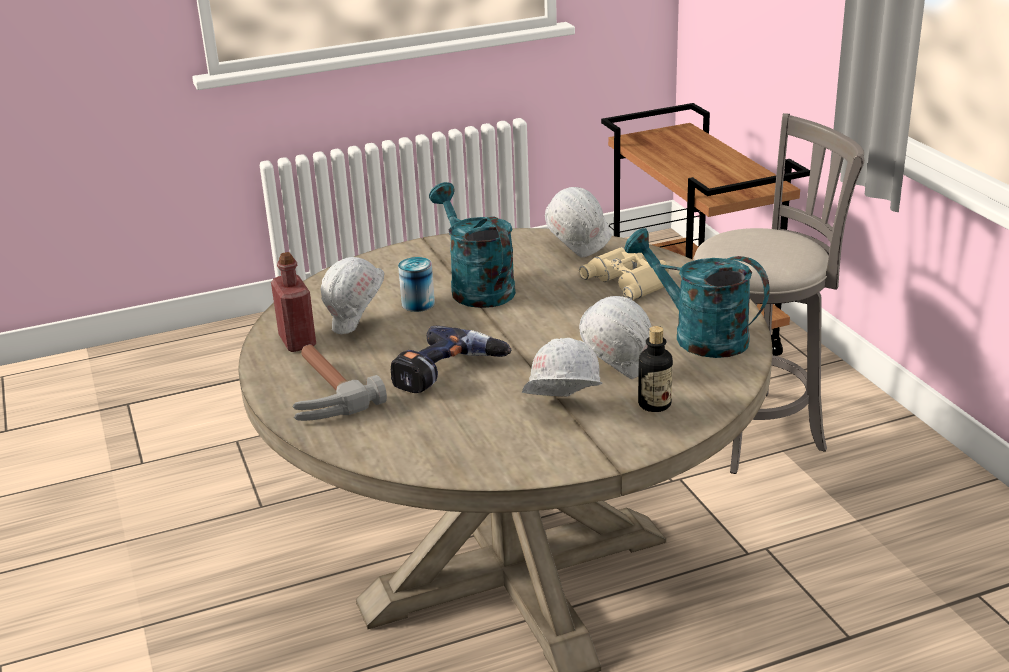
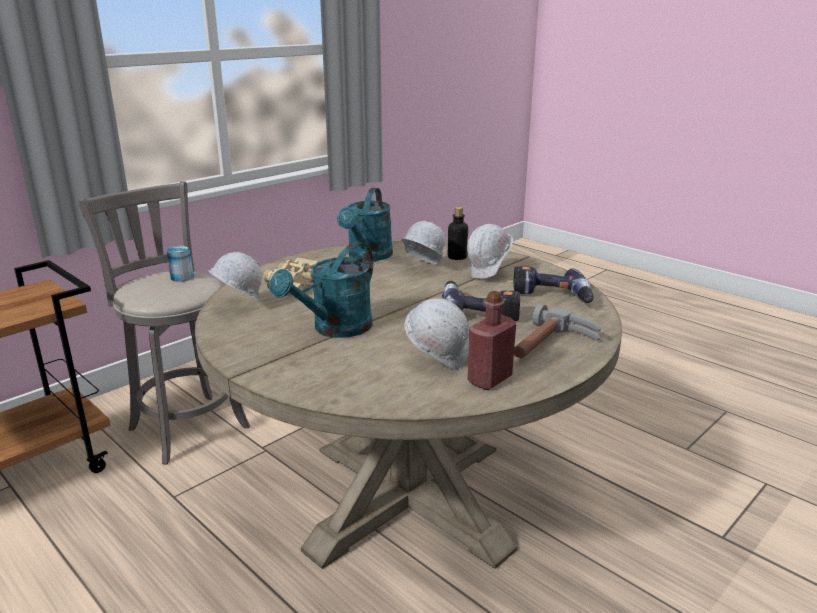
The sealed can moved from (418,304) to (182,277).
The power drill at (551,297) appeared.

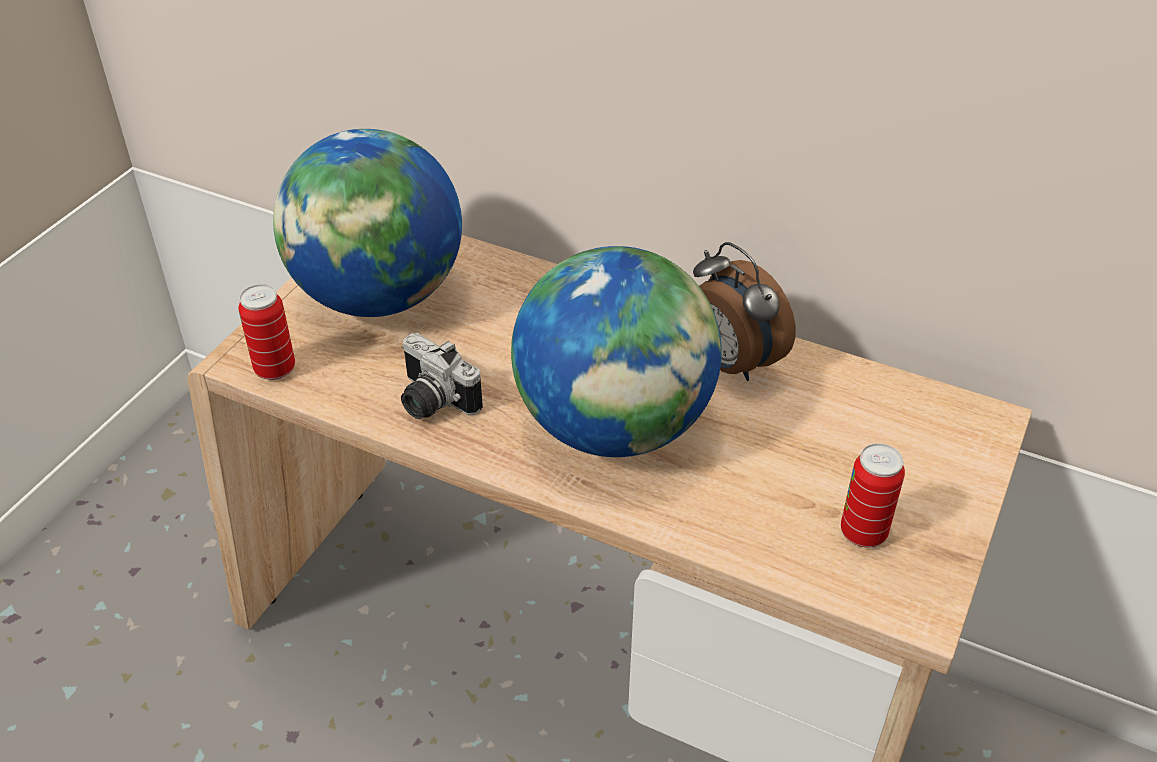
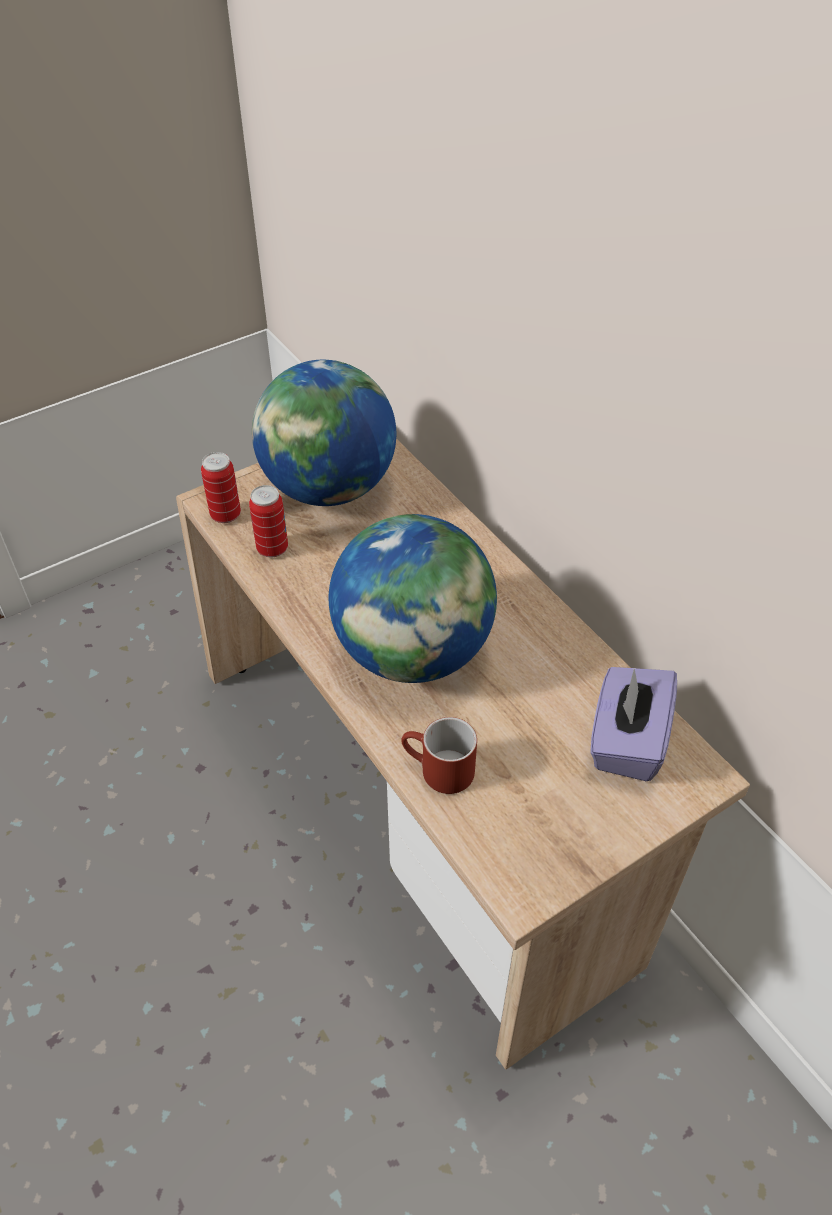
The photo camera at (431,401) disappeared.
The table clock at (729,363) disappeared.
The sealed can moved from (863,533) to (272,549).
The red mug at (437,771) appeared.
The purple-coloured tissue box at (626,741) appeared.

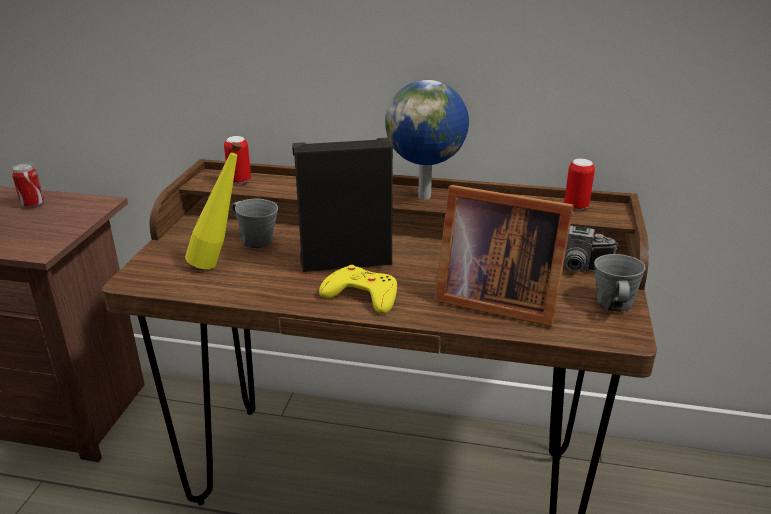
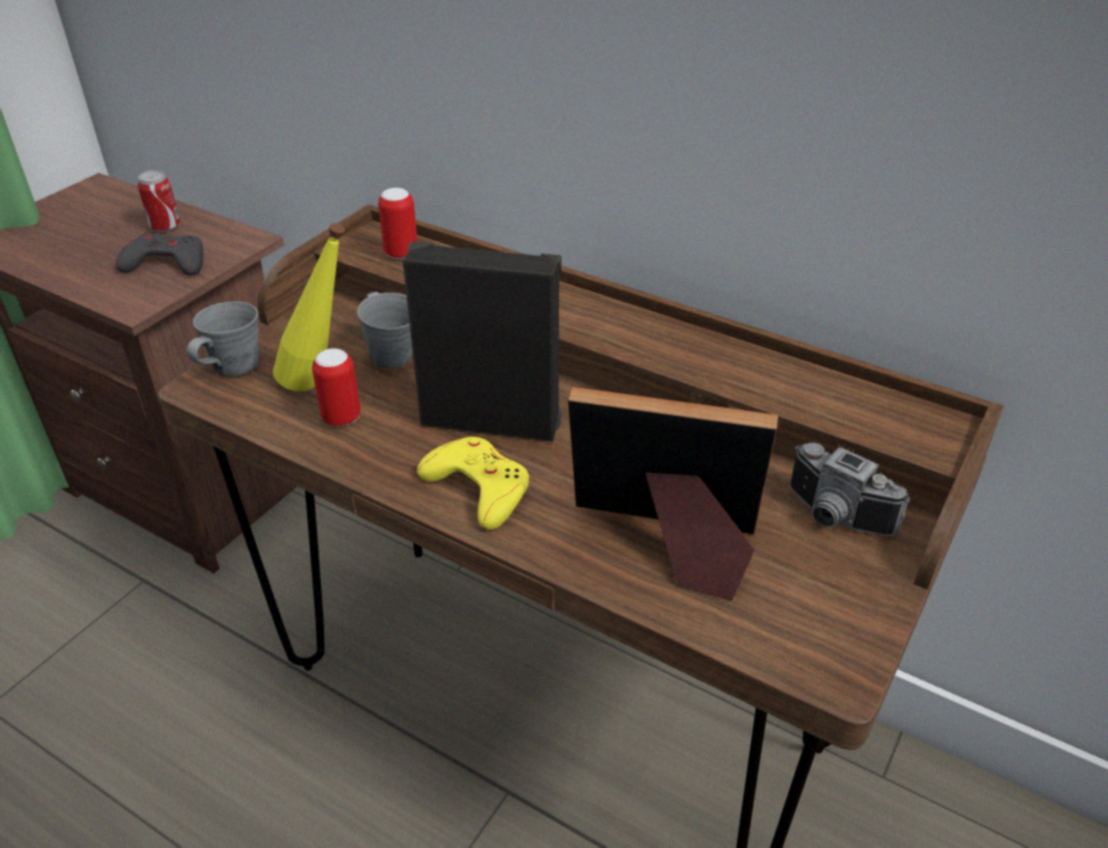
The globe at (426,196) disappeared.
The picture frame at (493,299) turned 150 degrees clockwise.
The sealed can moved from (576,206) to (341,418).
The gray mug moved from (613,305) to (233,367).
The gray joypad at (166,263) appeared.

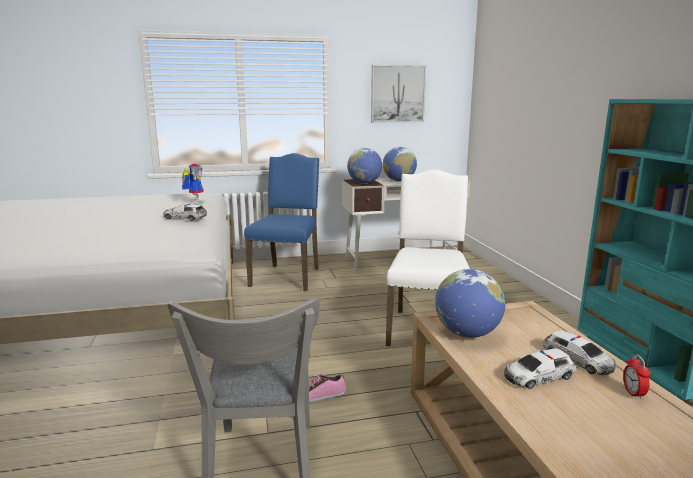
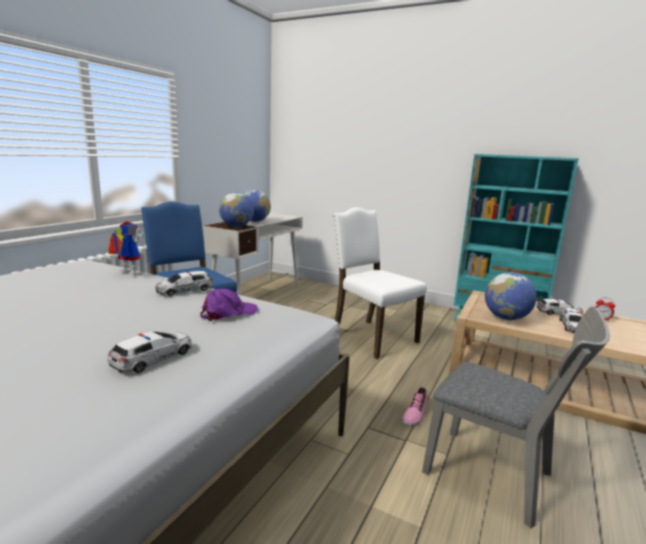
The picture at (397,94) disappeared.
The toy car at (153,358) appeared.
The purple-coloured cap at (228,313) appeared.

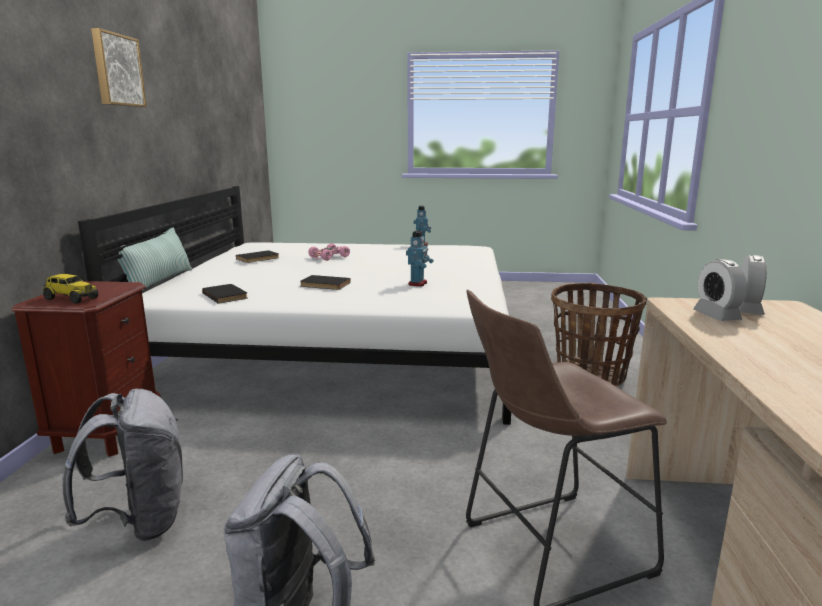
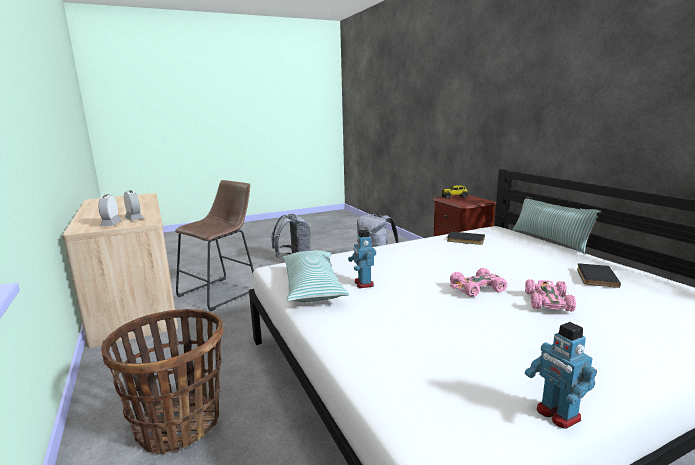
The picture at (117,70) disappeared.
The black book at (324,285) disappeared.
The cushion at (312,286) appeared.
The pink-coloured toy car at (476,288) appeared.

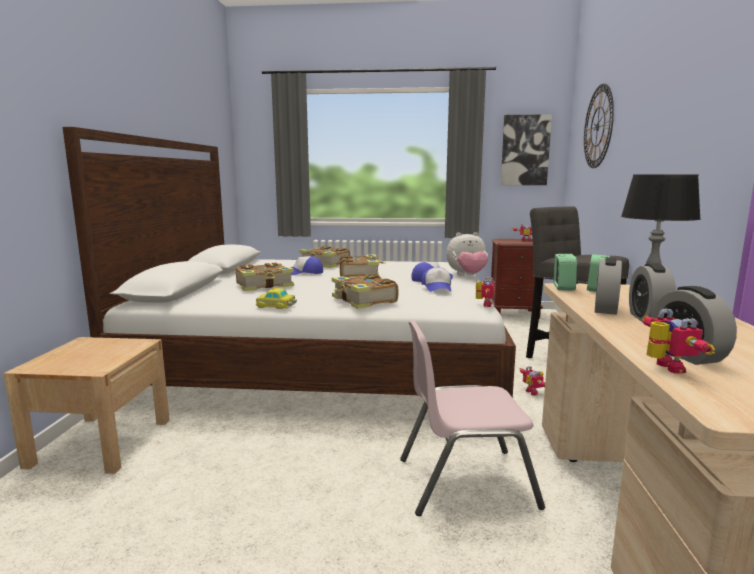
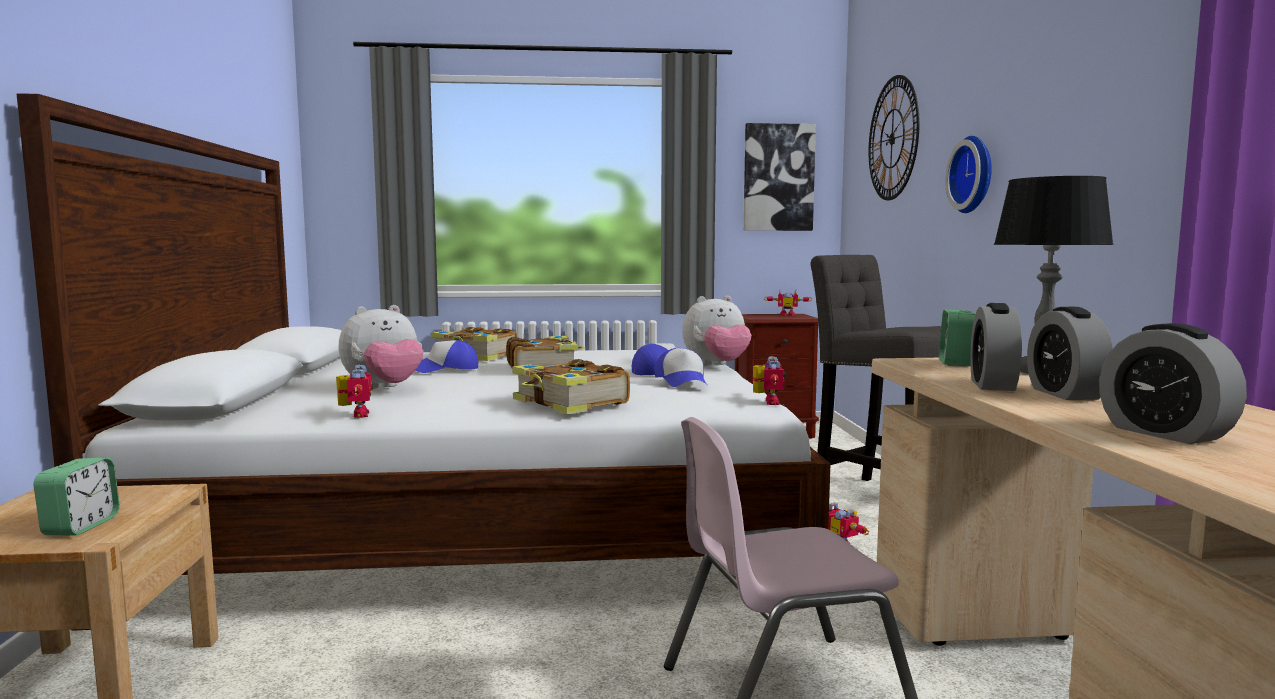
The book at (265,285) was replaced by the soft toy at (385,388).
The toy car at (277,306) disappeared.
The table clock moved from (563,287) to (81,526).
The toy robot moved from (664,368) to (355,415).
The hanging clock at (975,174) appeared.

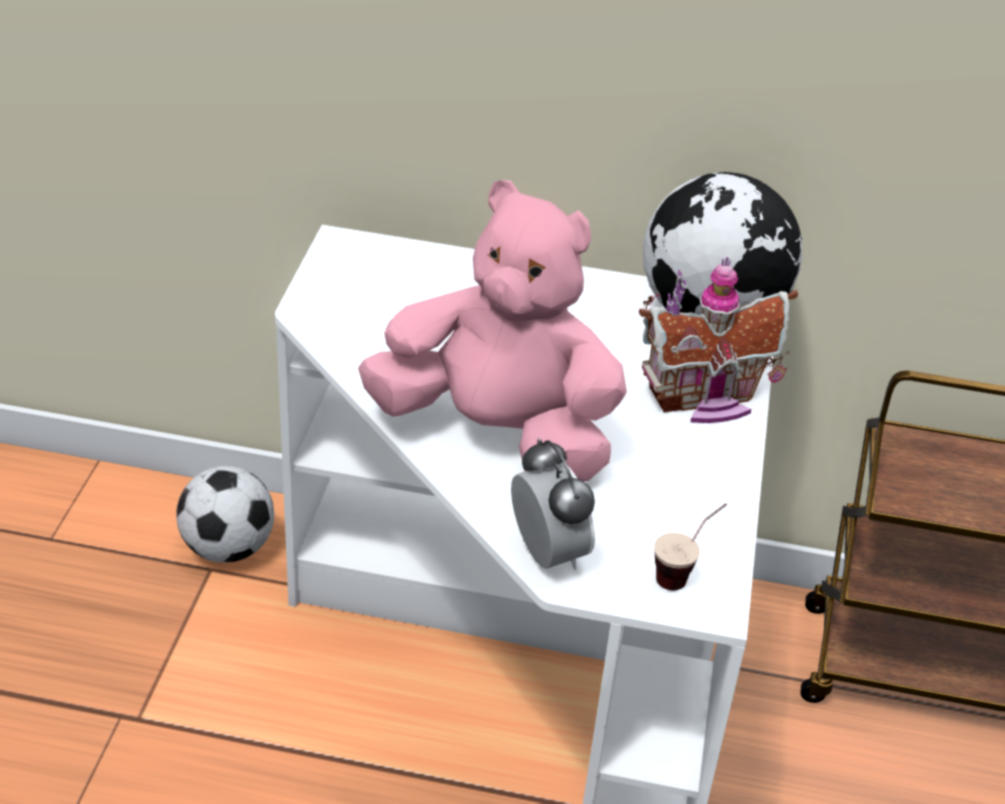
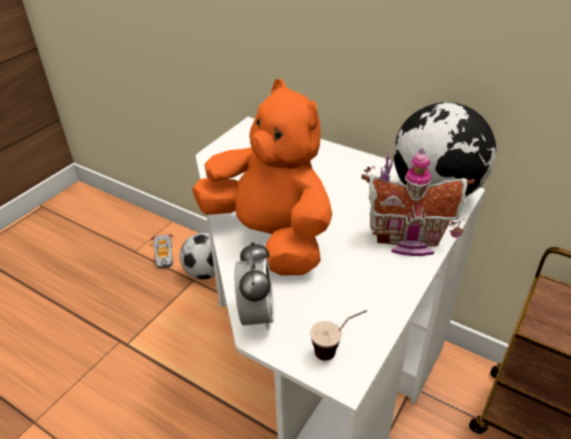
The pink-coloured soft toy at (498,435) became the orange soft toy at (271,237).
The toy car at (164,254) appeared.

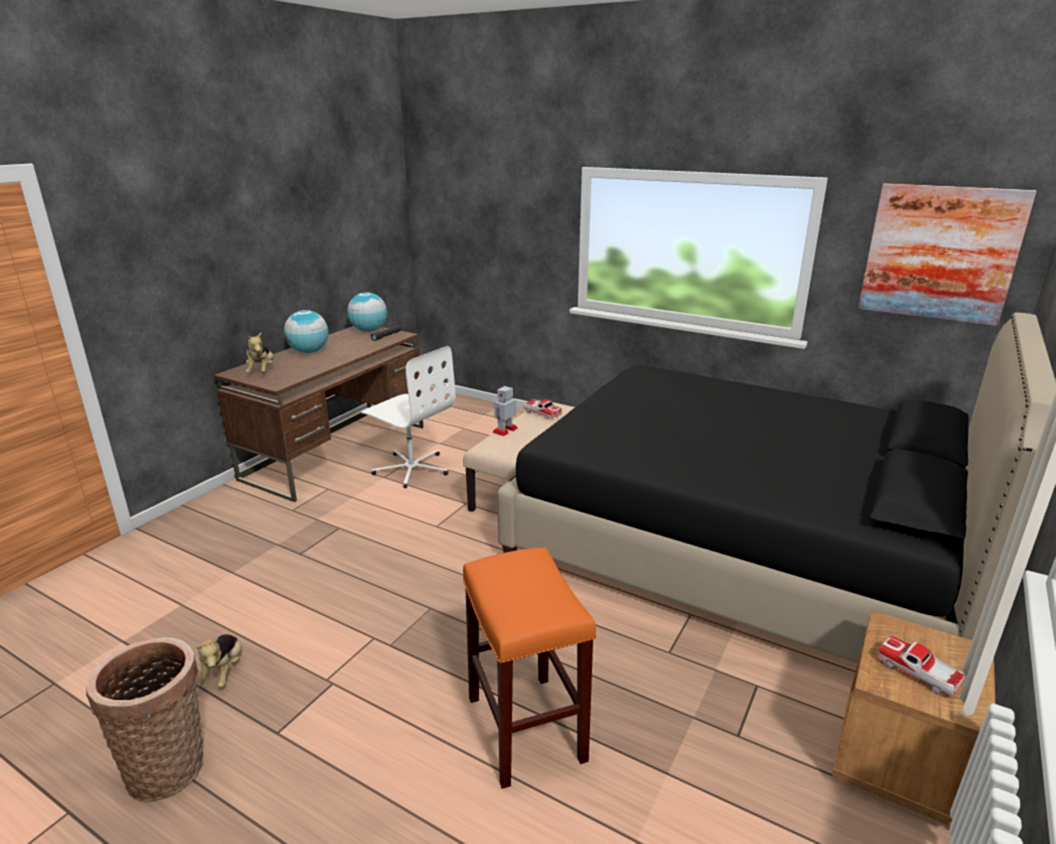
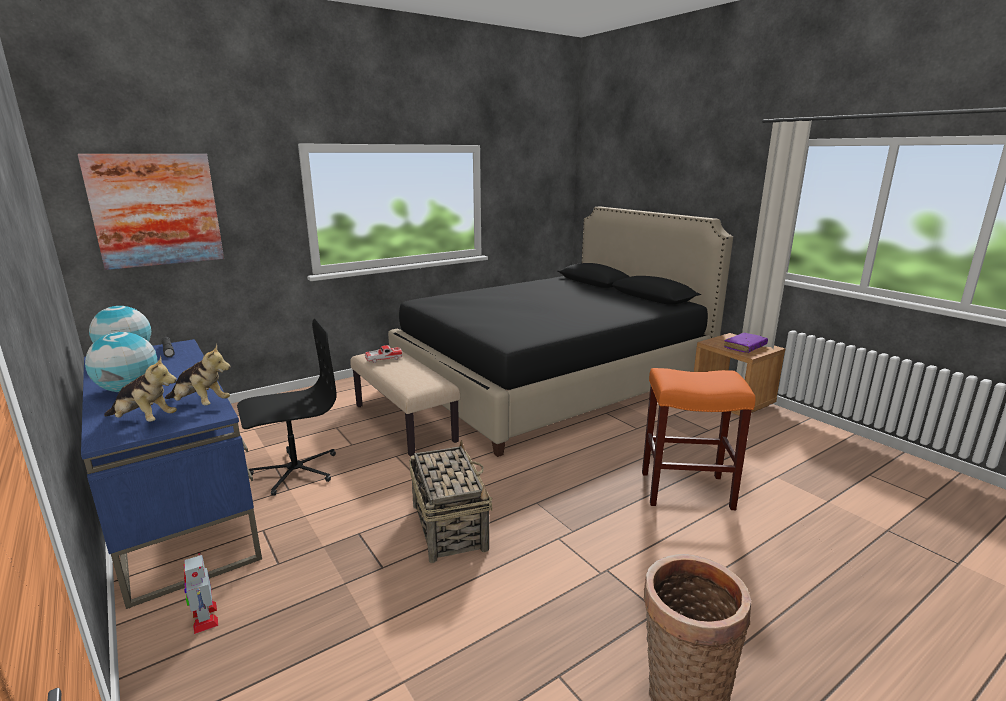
The soft toy moved from (224,672) to (200,404).
The brown desk table at (337,452) became the bluish desk table at (180,511).
The white-coloured desk chair at (412,469) became the black desk chair at (295,470).
The toy robot moved from (505,430) to (205,617).
The picture moved from (940,253) to (156,210).
The toy car at (918,672) was replaced by the purple-coloured book at (745,347).
The storage basket at (449,526) appeared.

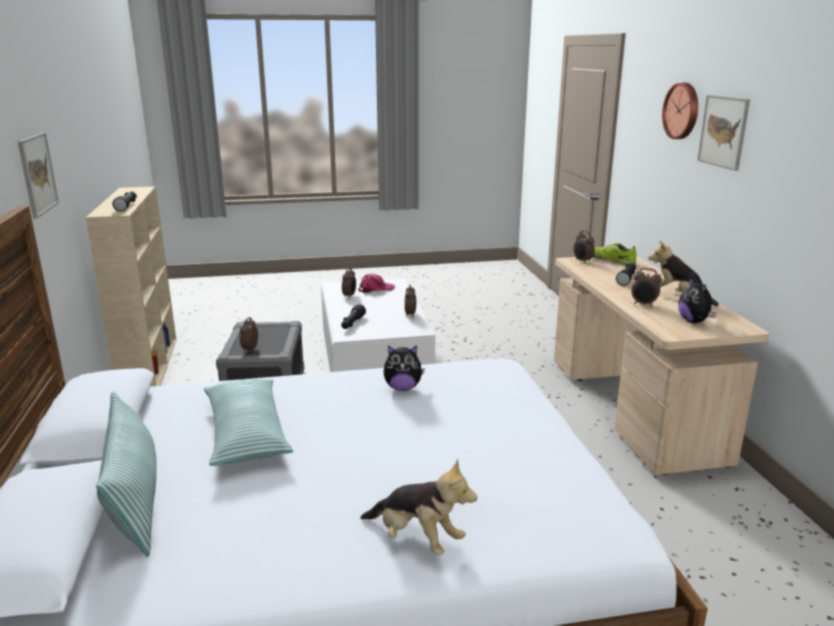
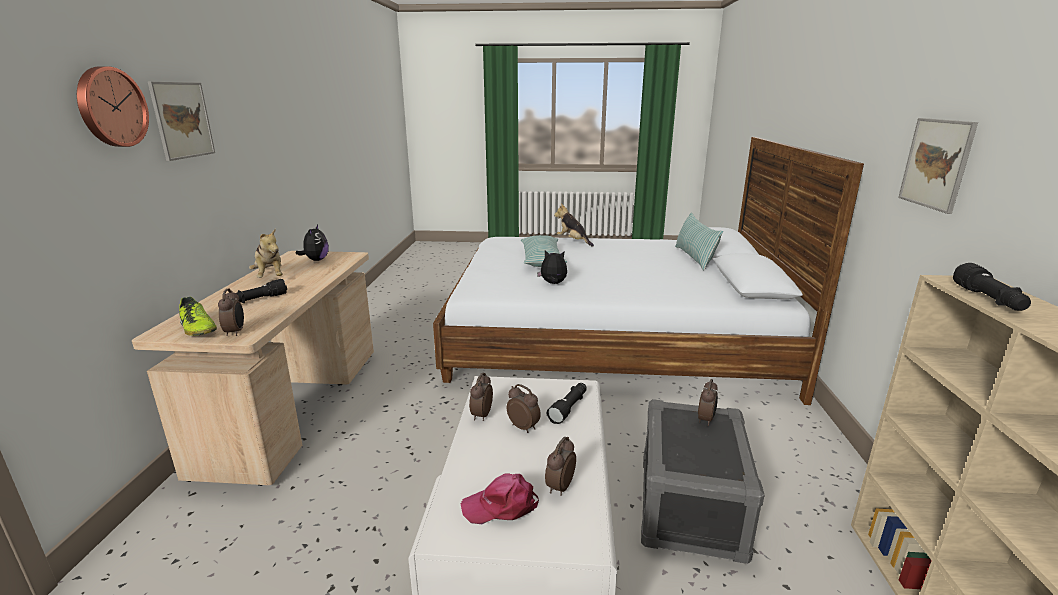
The cushion moved from (246,433) to (542,259).
The table clock moved from (644,304) to (523,427).

